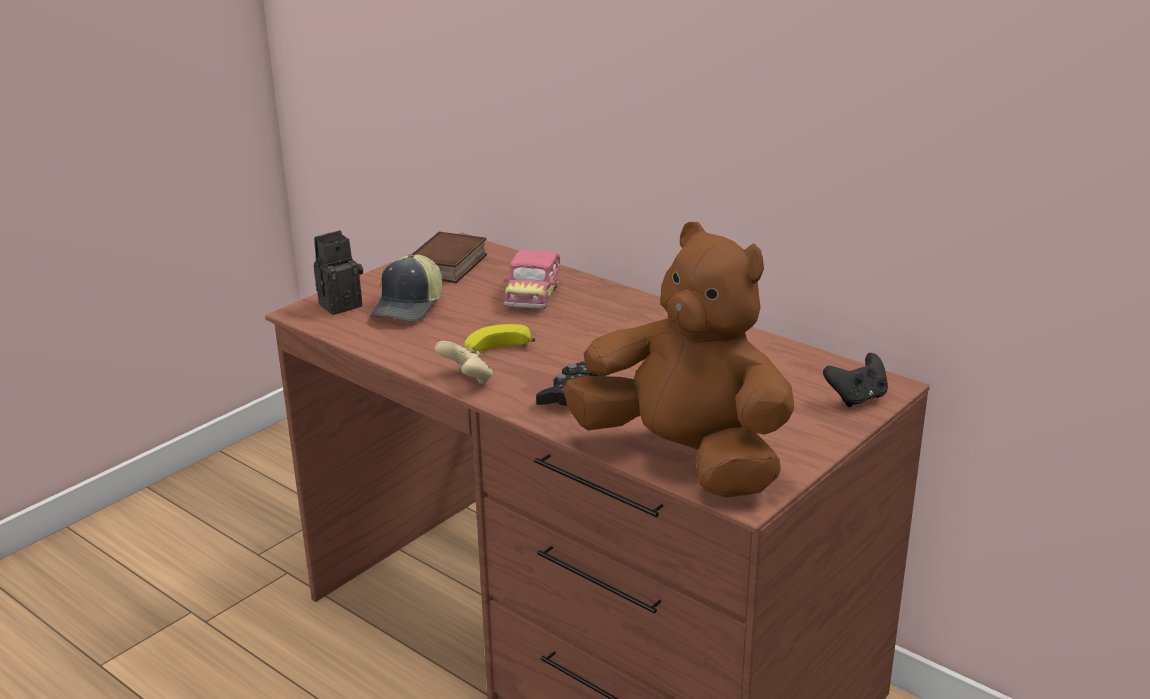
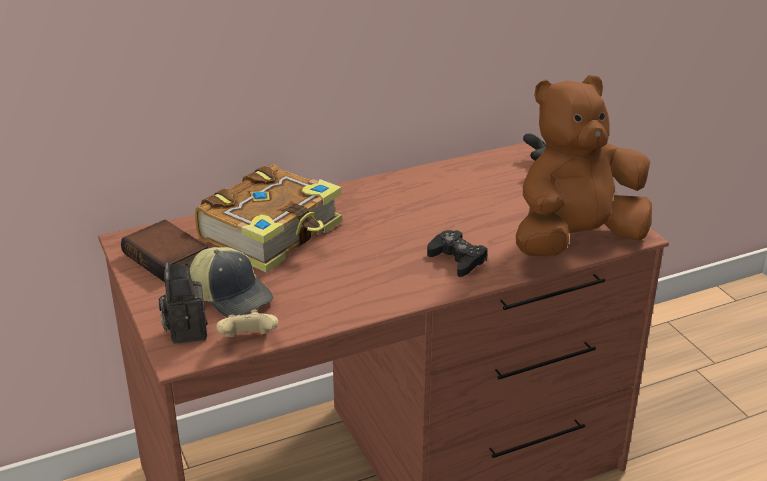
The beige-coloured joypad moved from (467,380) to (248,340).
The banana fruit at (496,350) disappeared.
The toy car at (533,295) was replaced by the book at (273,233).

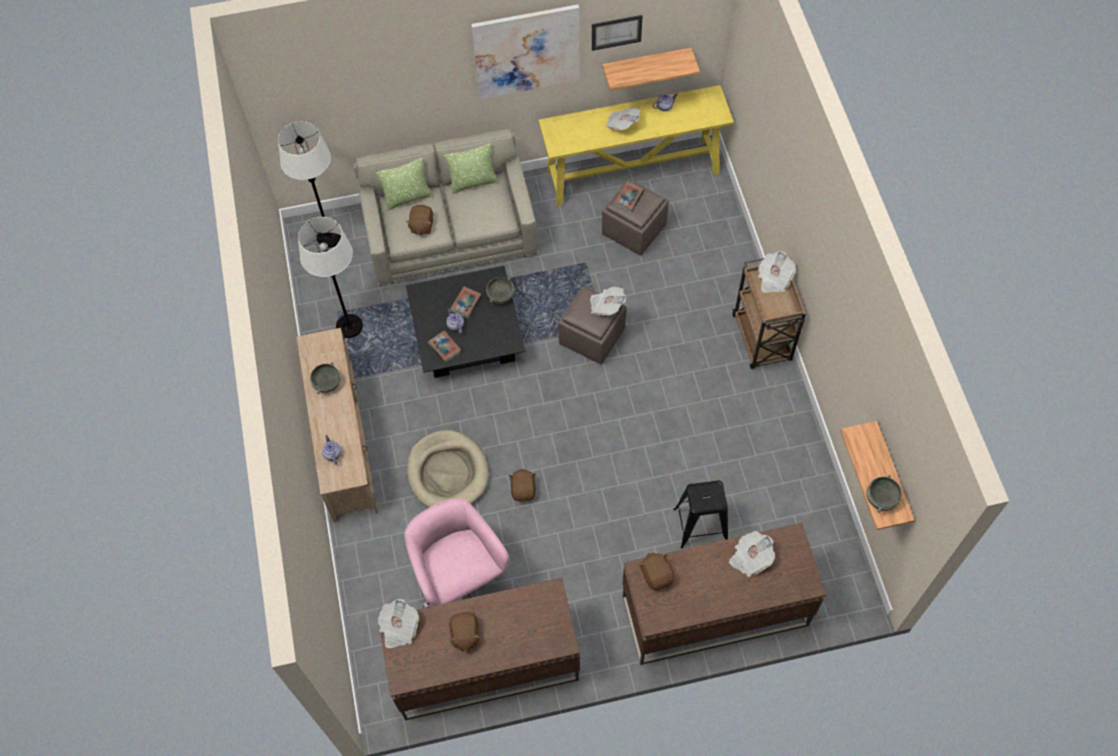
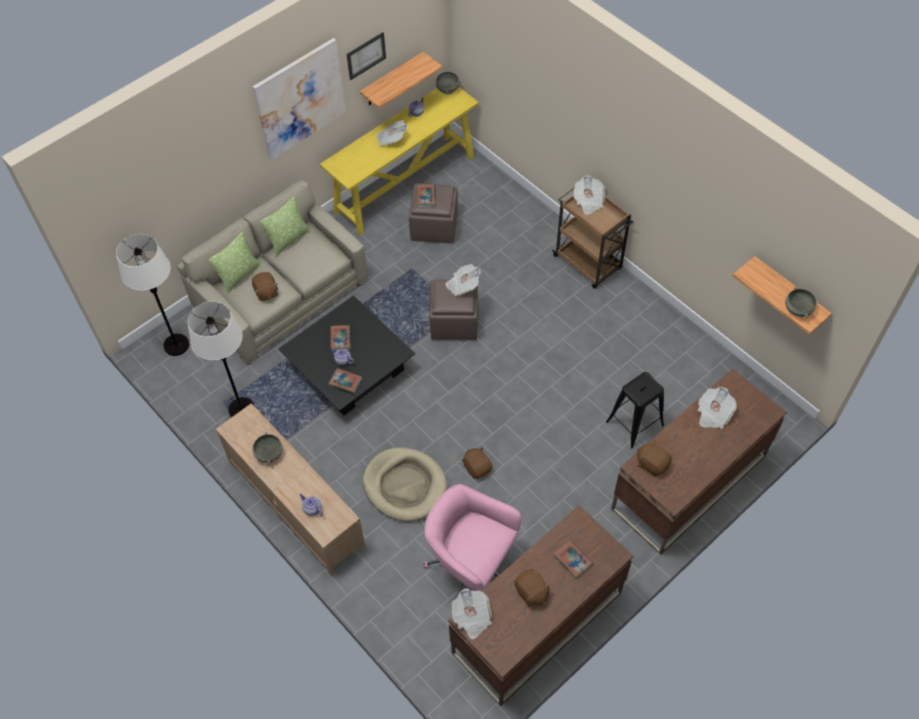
The gray serving bowl moved from (501,296) to (448,89).
The book at (573,560) appeared.

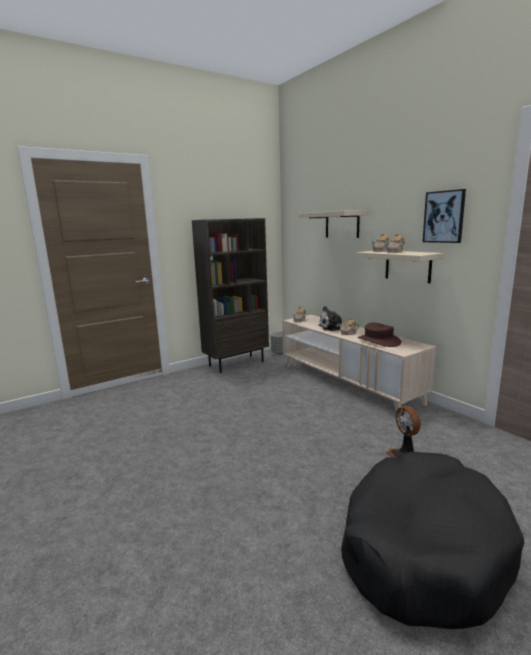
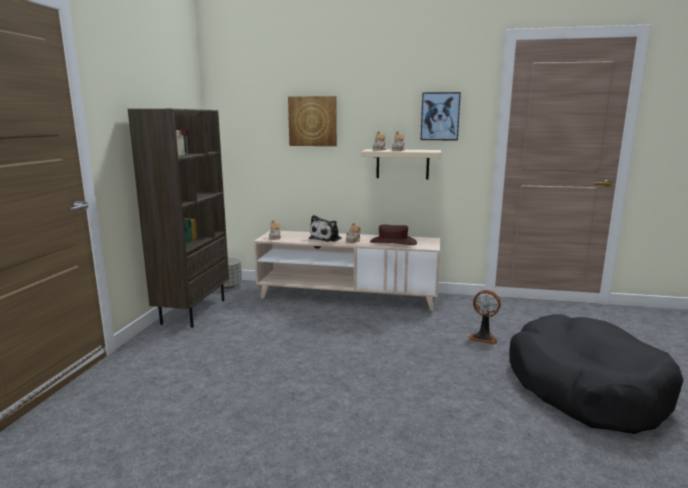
The beige-coloured shelf at (342,224) was replaced by the picture at (313,121).

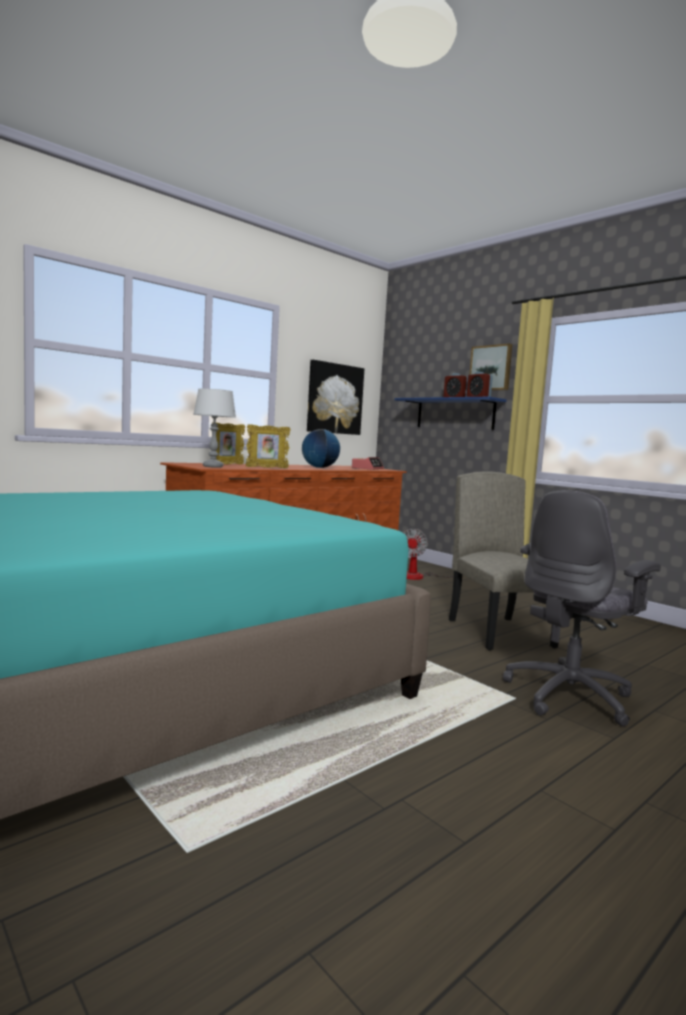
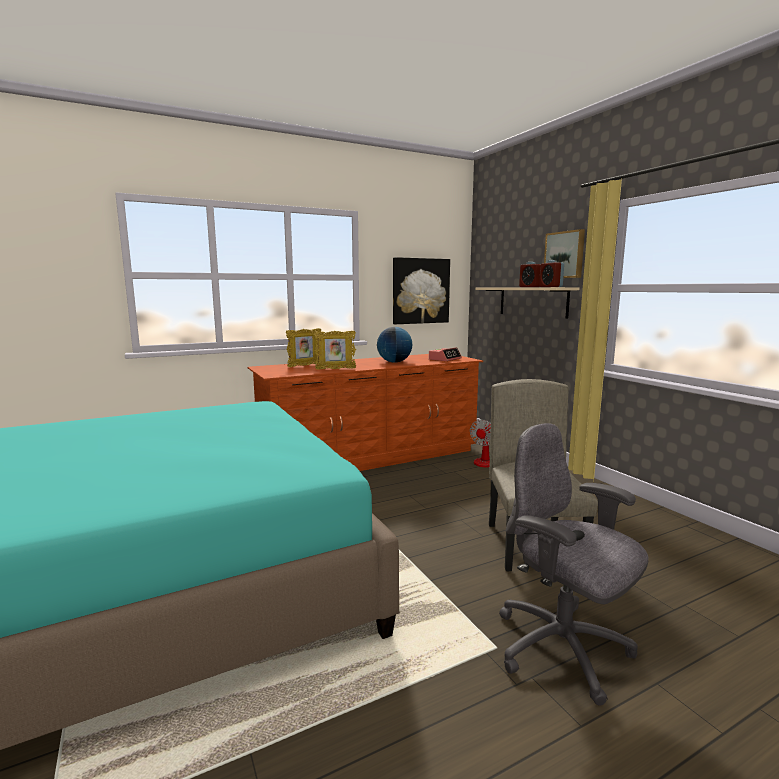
The gray tabletop lamp at (213,467) disappeared.
The bluish shelf at (455,414) became the beige-coloured shelf at (532,301).
The gray desk chair at (570,696) turned 75 degrees clockwise.

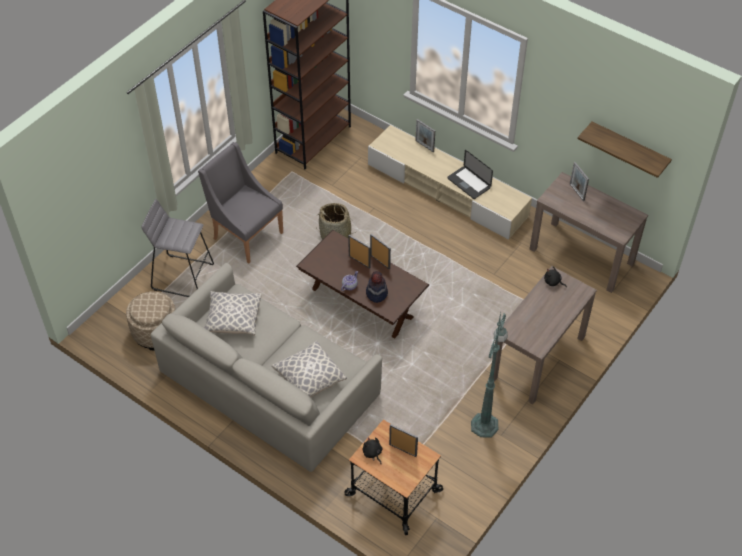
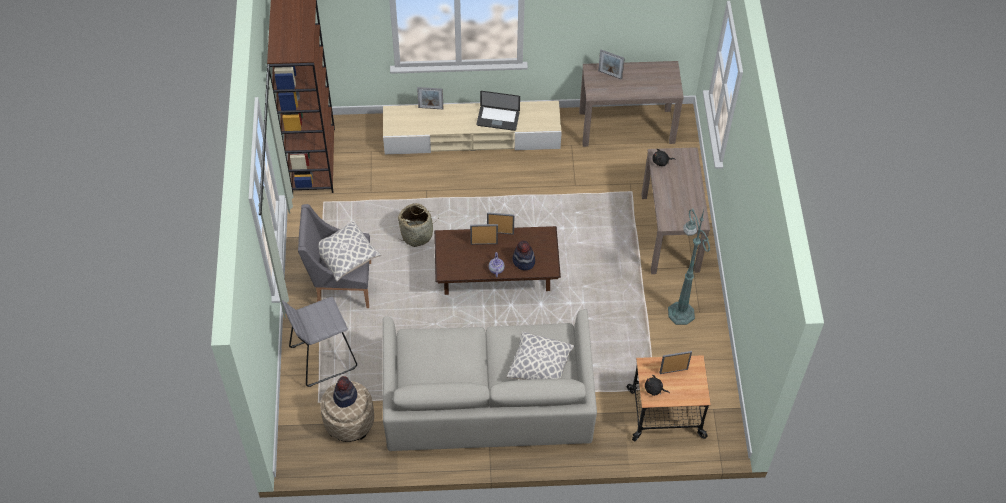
The cushion moved from (233,320) to (346,257).
The shelf at (629,148) disappeared.
The clothing hat at (345,396) appeared.

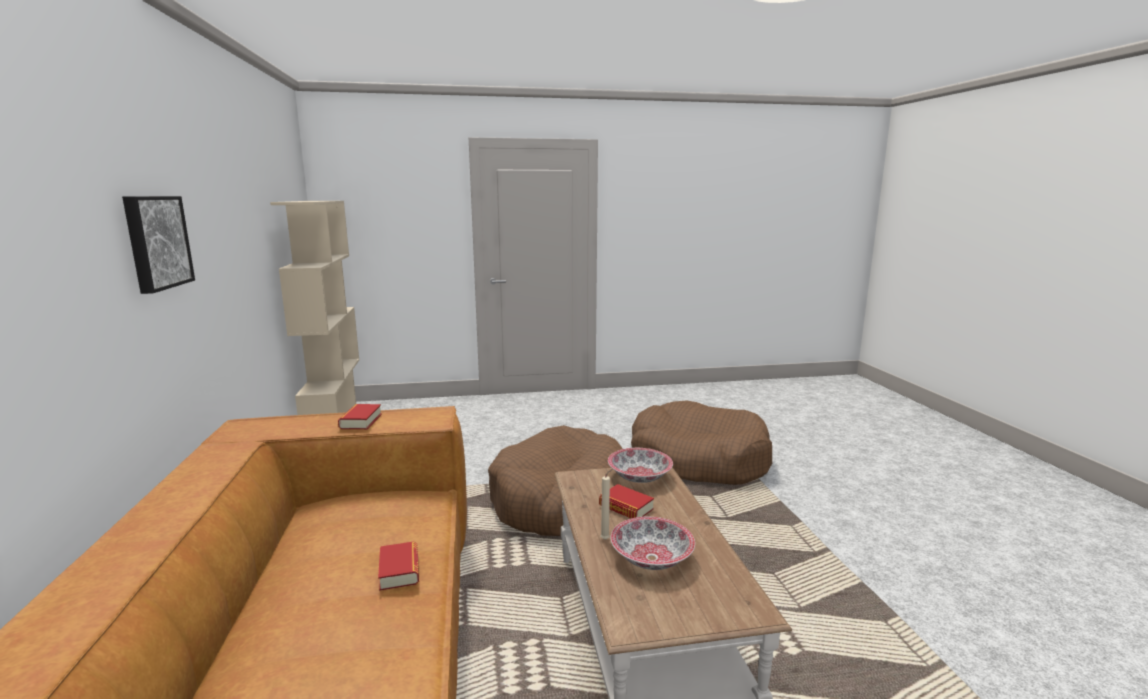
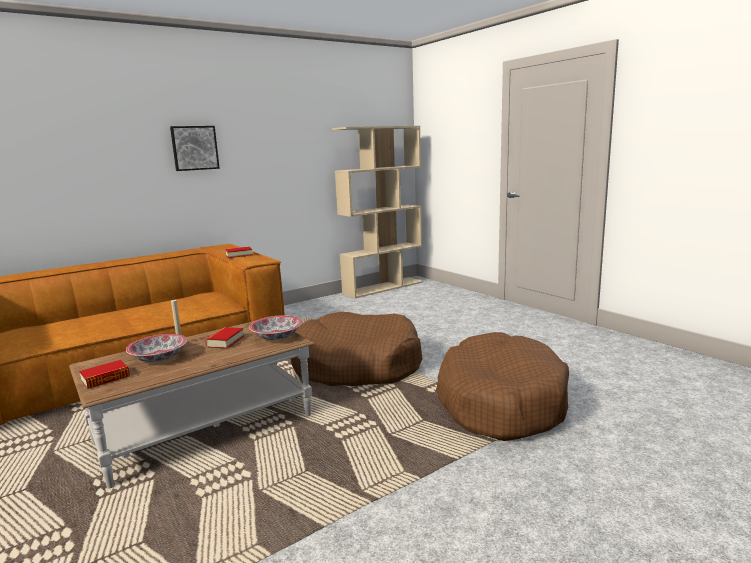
The book moved from (399,570) to (105,378).

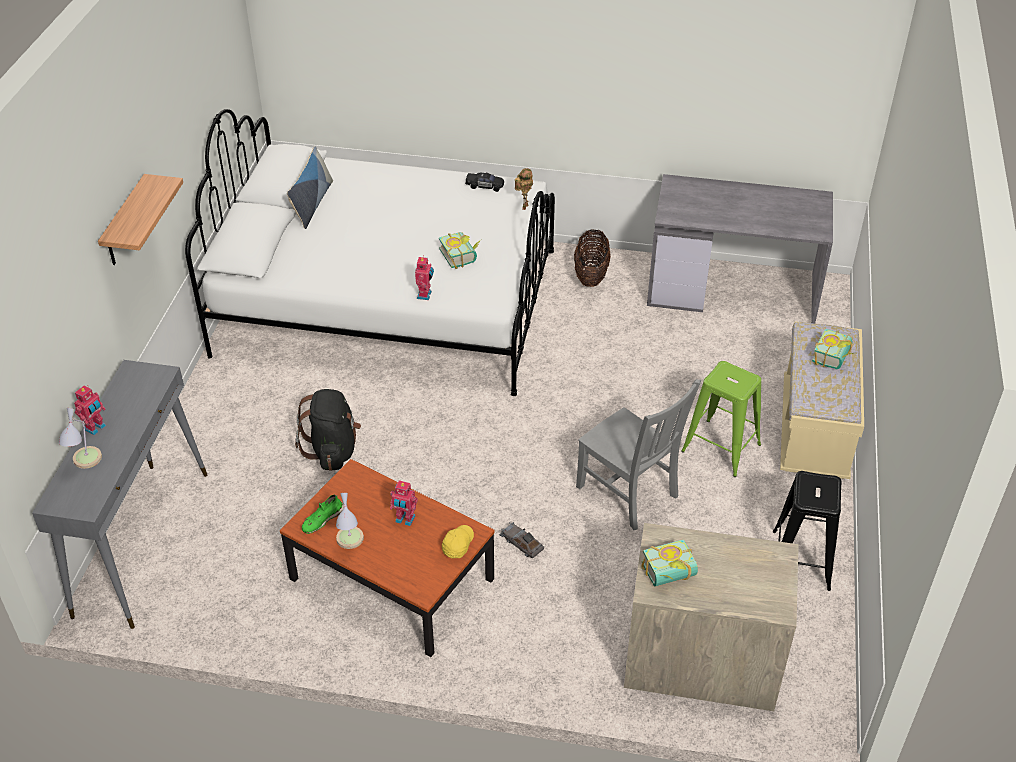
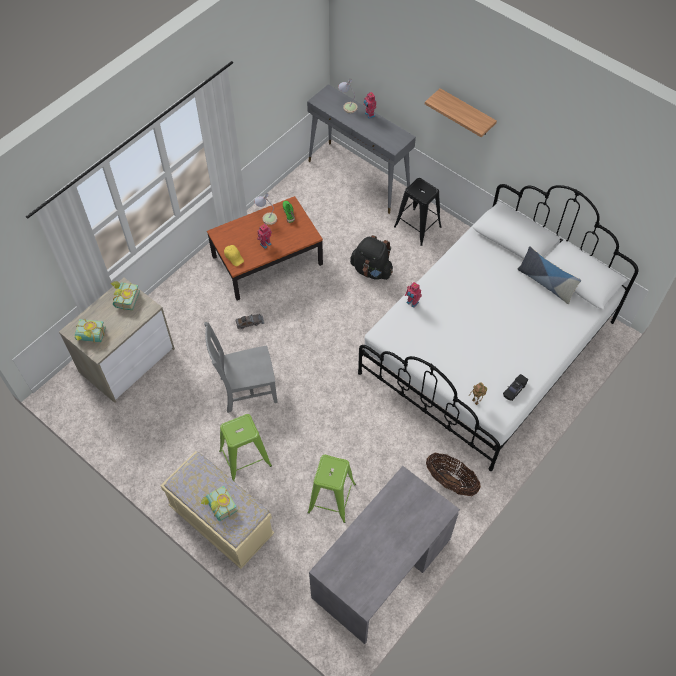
The book moved from (461,256) to (90,337).
The black stool moved from (801,560) to (417,226).
The green stool at (331,498) appeared.

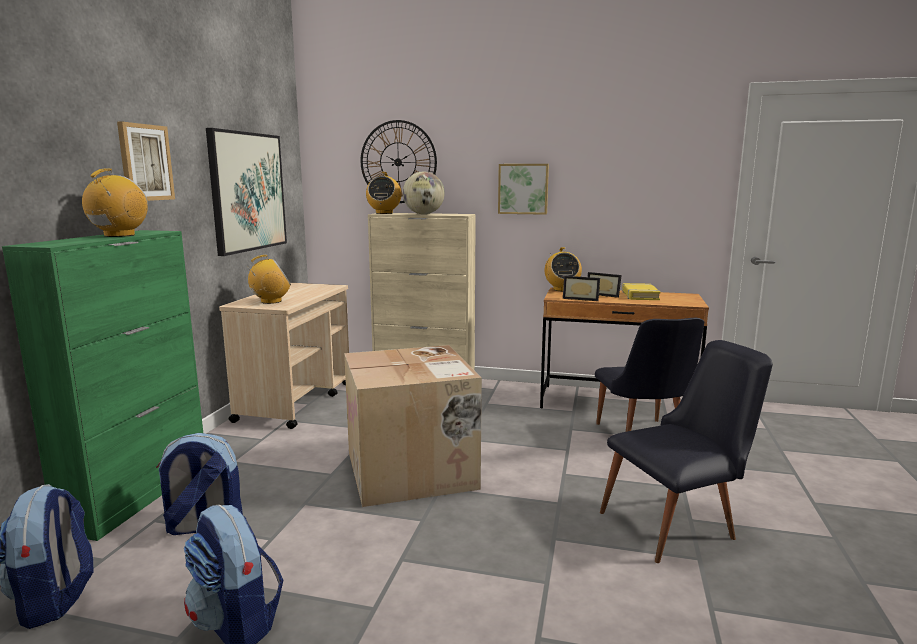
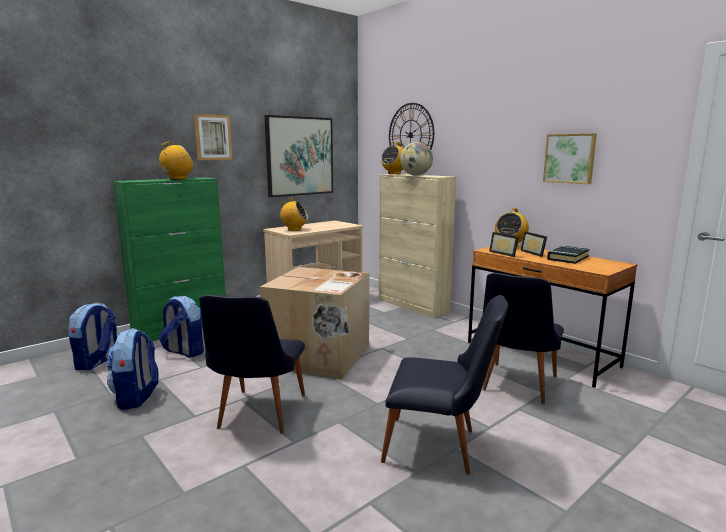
The picture moved from (523,189) to (570,158).
The yellow-coloured book at (639,295) became the black book at (567,258).
The black chair at (257,416) appeared.

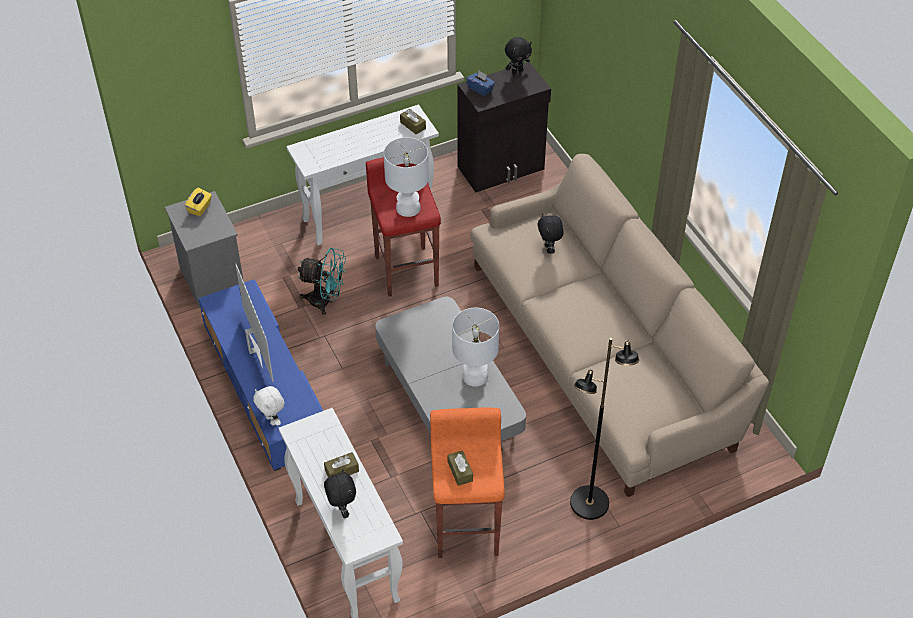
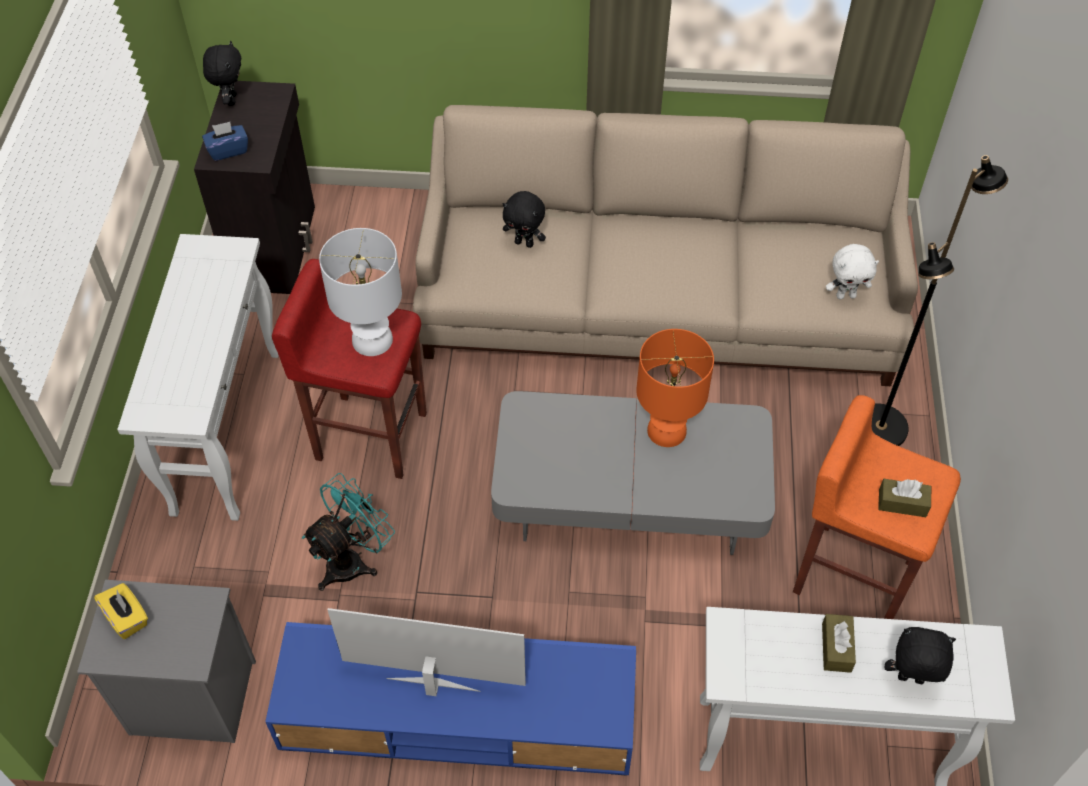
The white-coloured soft toy moved from (272,420) to (846,295).
The brown tissue box at (413,125) disappeared.
The white-coloured tabletop lamp at (474,377) became the orange tabletop lamp at (667,431).

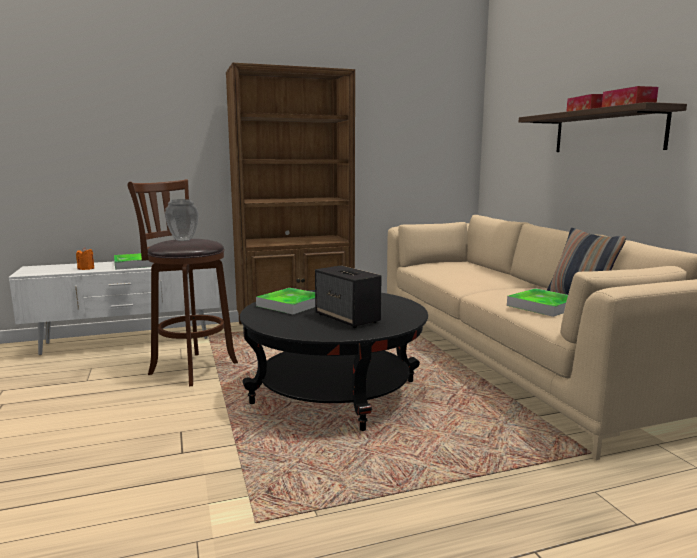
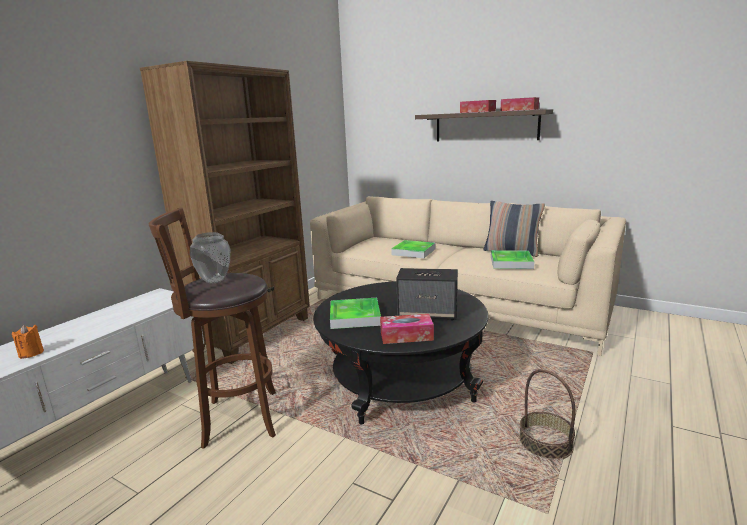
The carrying tray moved from (136,264) to (413,252).
The tissue box at (406,336) appeared.
The storage basket at (545,442) appeared.

